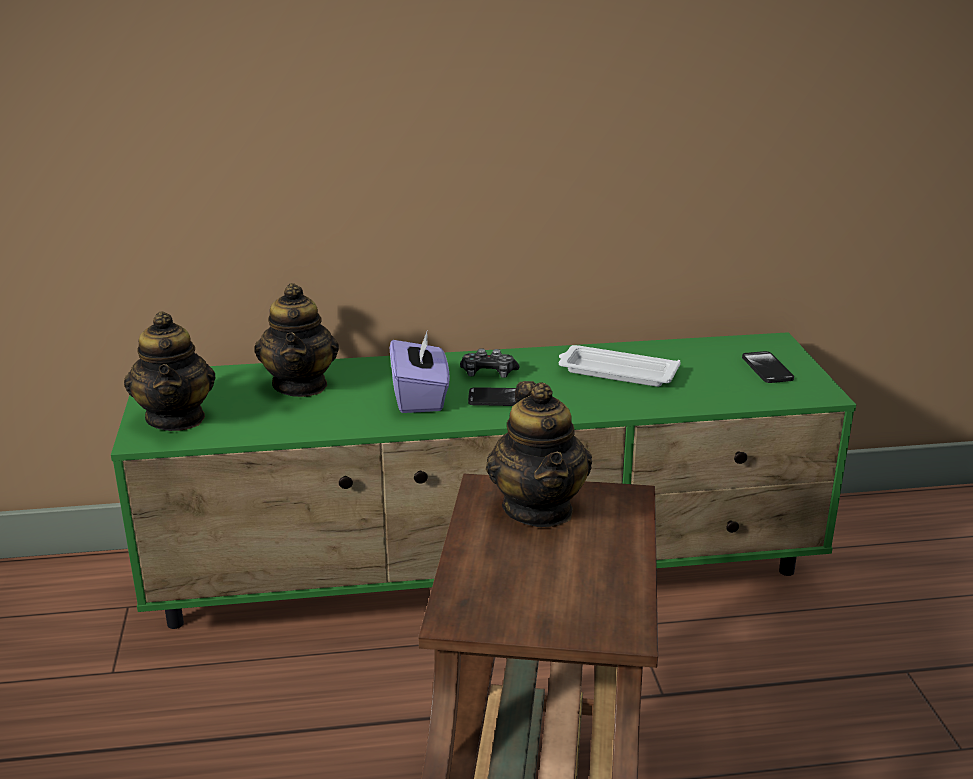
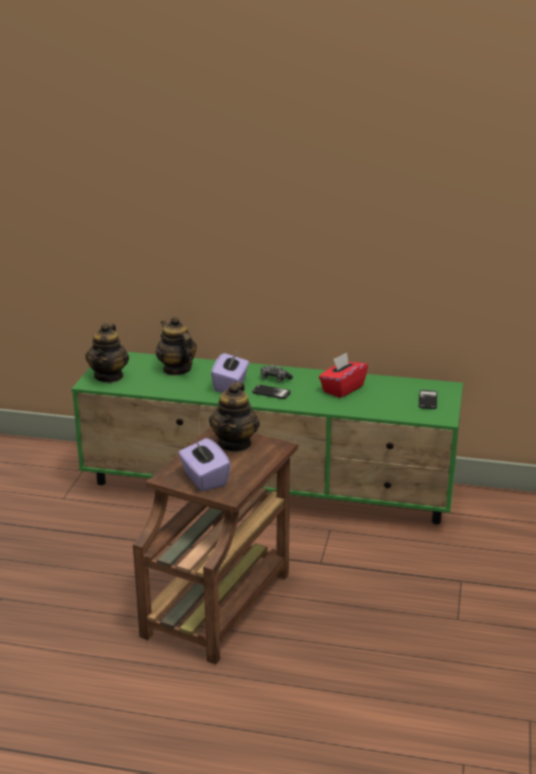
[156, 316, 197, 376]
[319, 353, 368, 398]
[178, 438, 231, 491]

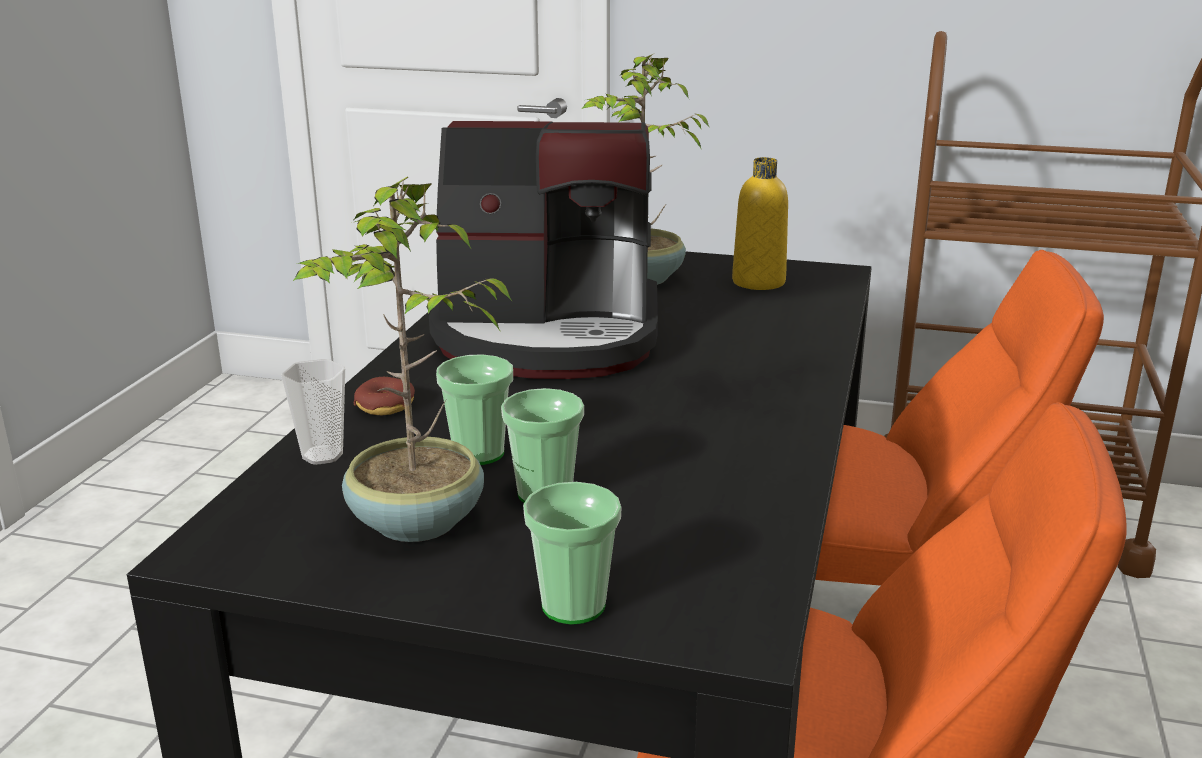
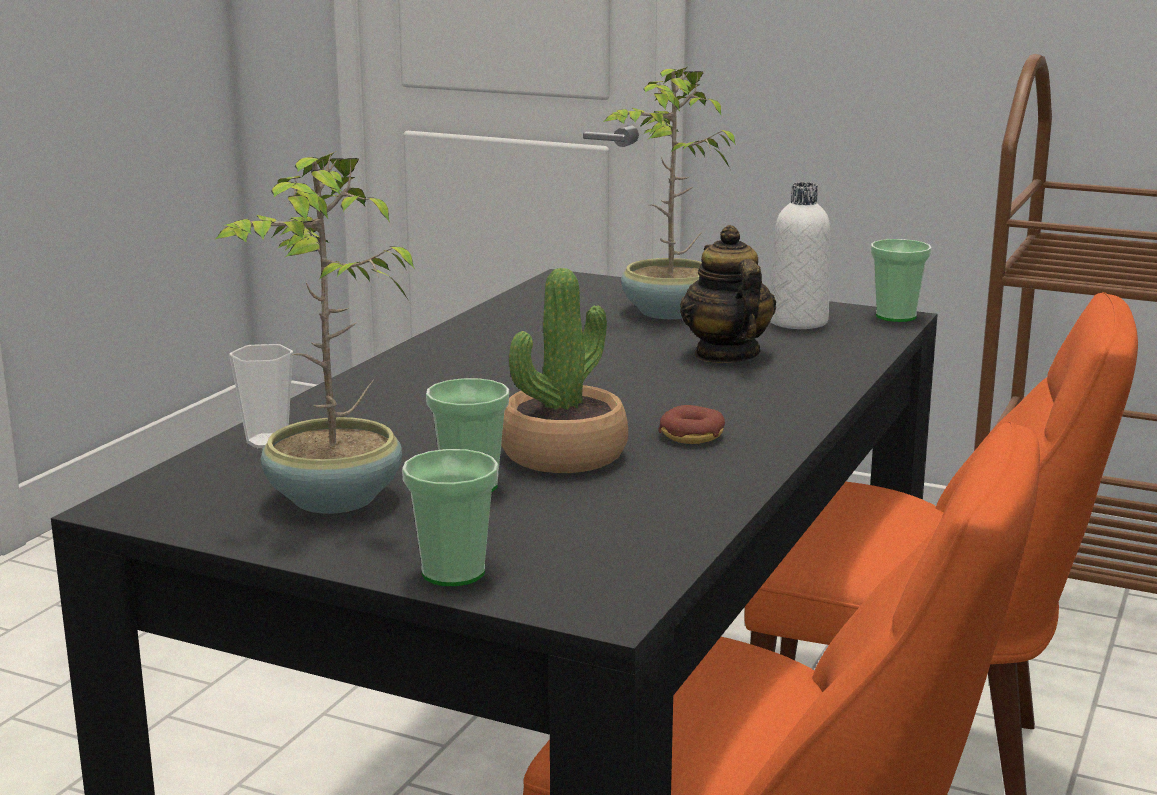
[658, 405, 725, 444]
[429, 121, 658, 379] (first image)
[871, 239, 932, 322]
[770, 182, 830, 329]
[501, 268, 628, 473]
[680, 225, 776, 363]

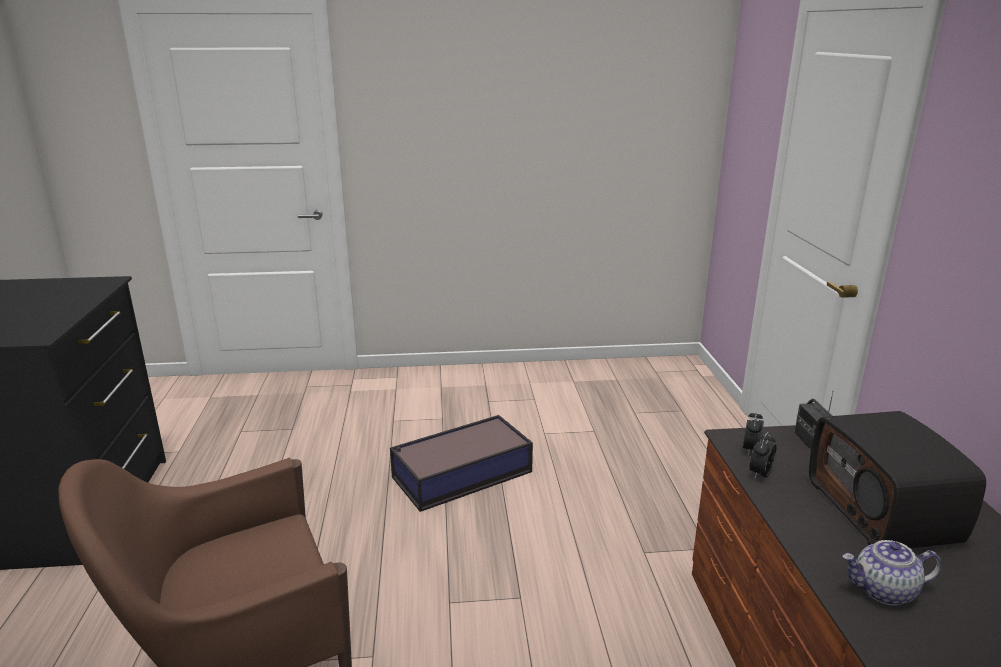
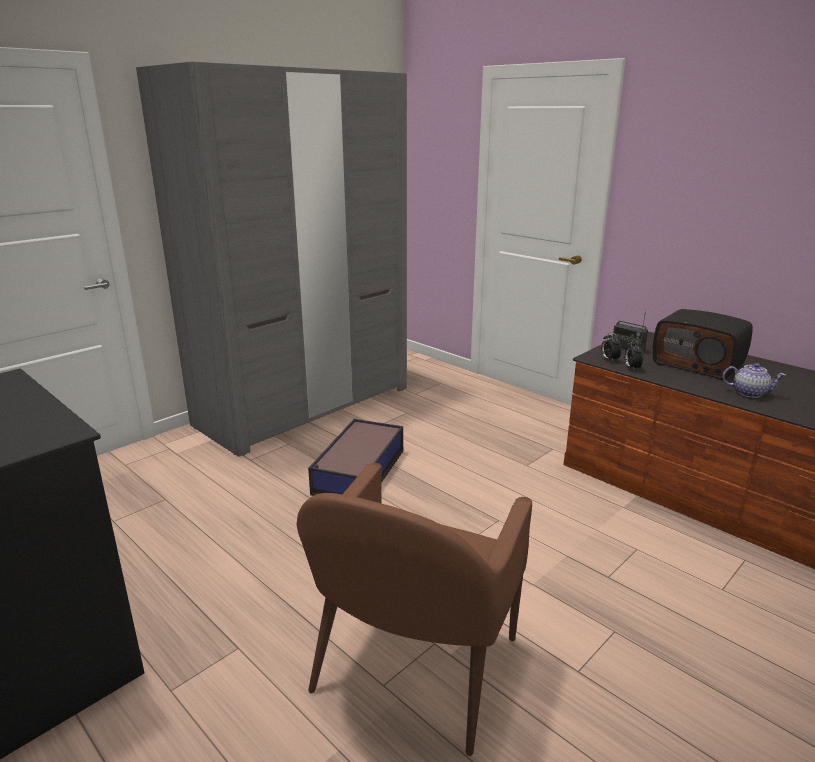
[722, 363, 786, 398]
[136, 61, 407, 457]

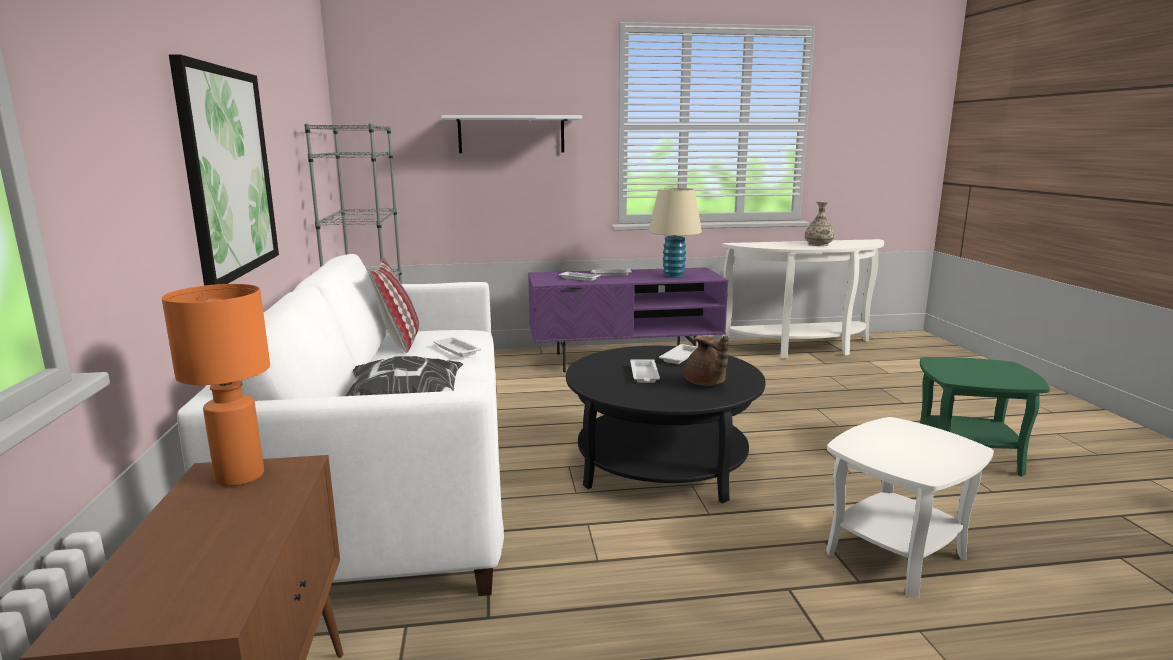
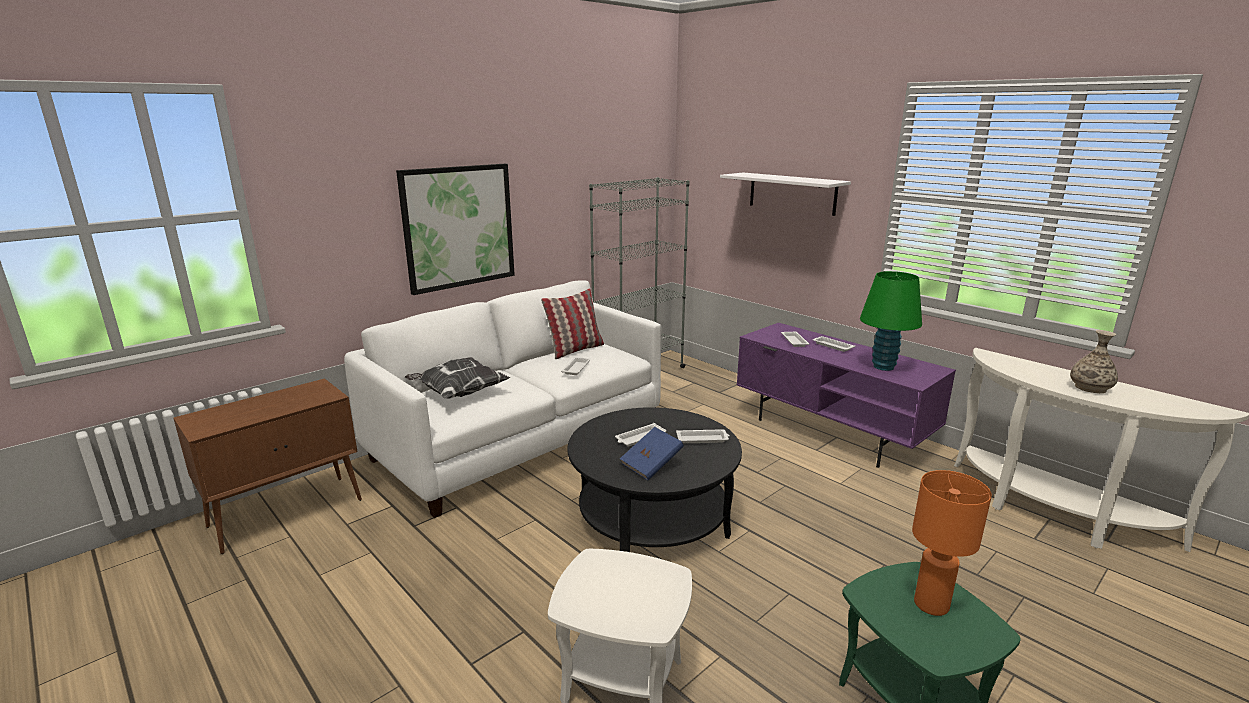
[912, 470, 992, 616]
[860, 271, 922, 371]
[620, 427, 684, 480]

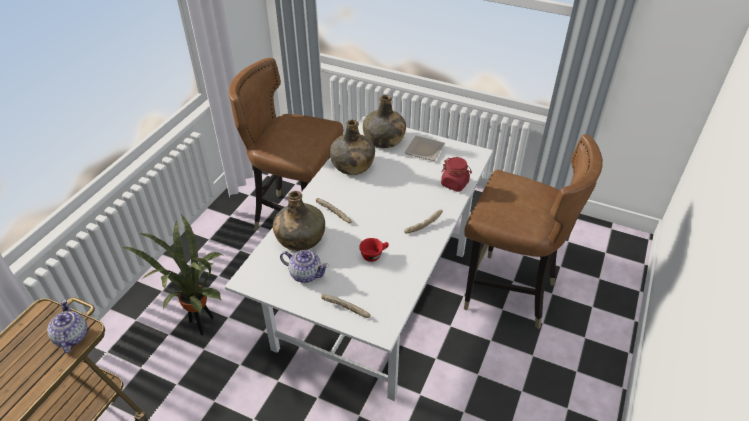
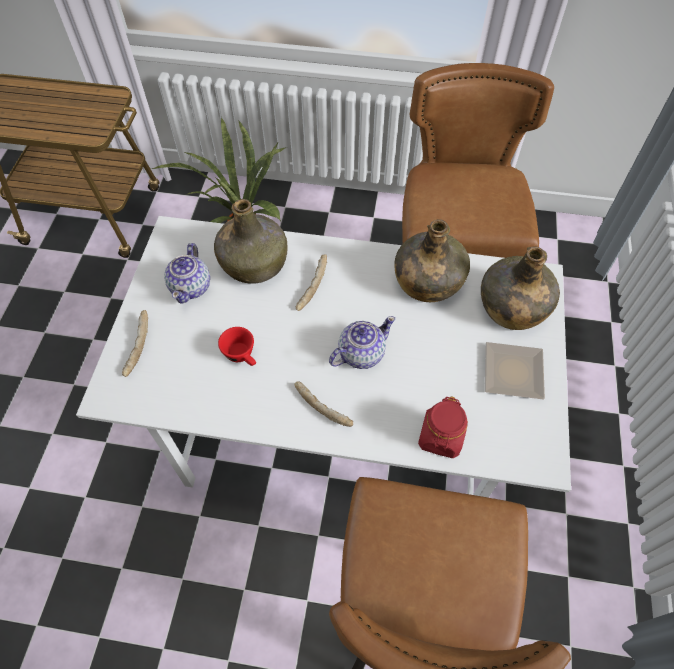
[329, 316, 395, 369]

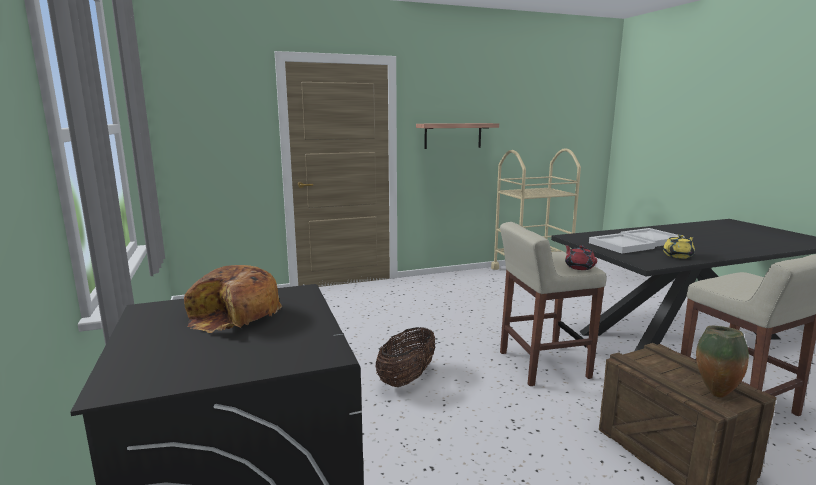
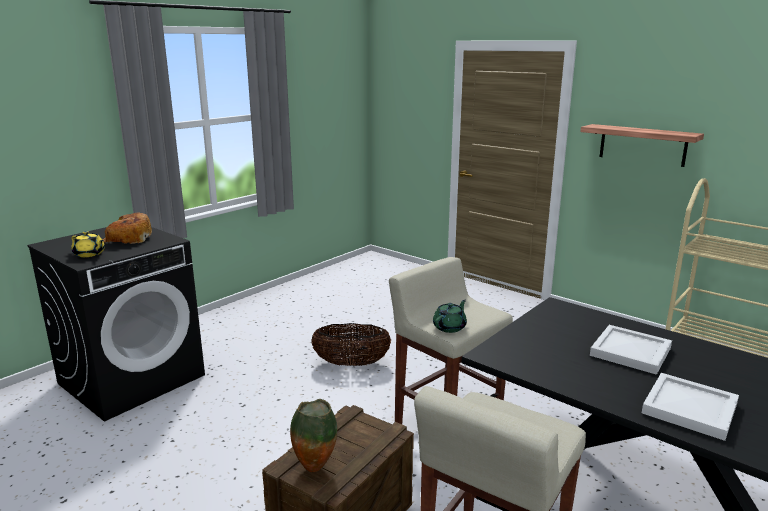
[433, 300, 467, 333]
[642, 373, 739, 441]
[71, 231, 105, 257]

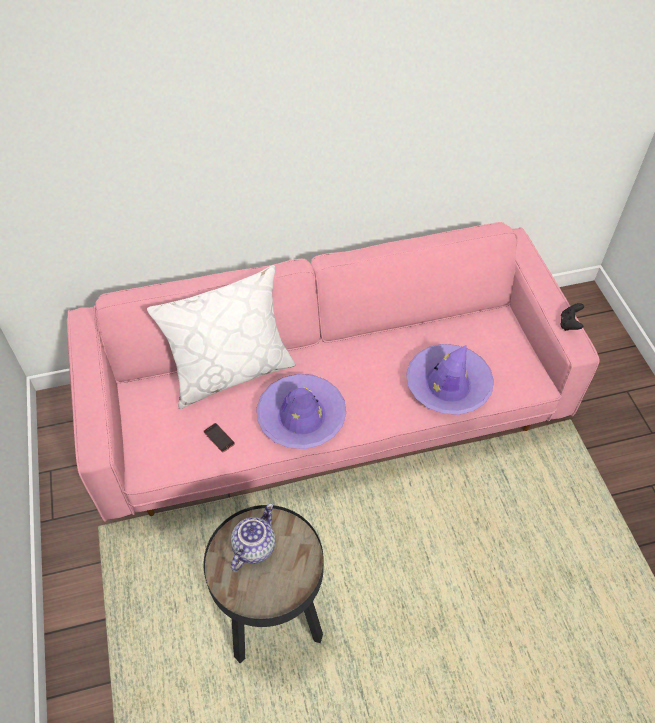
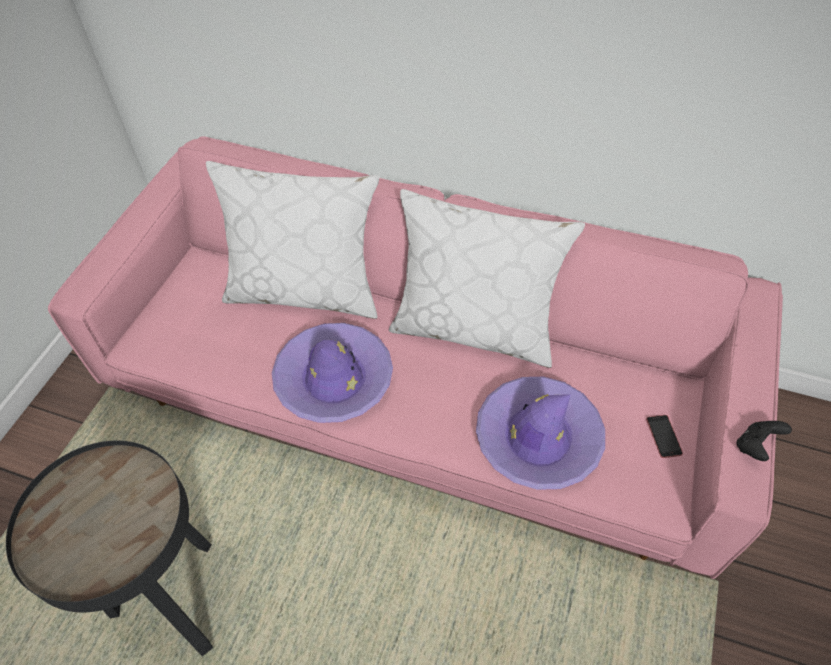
[646, 415, 683, 458]
[231, 503, 276, 571] (first image)
[389, 189, 585, 368]

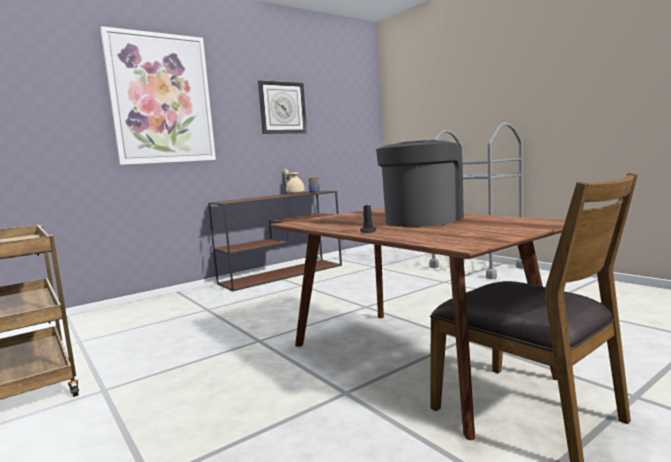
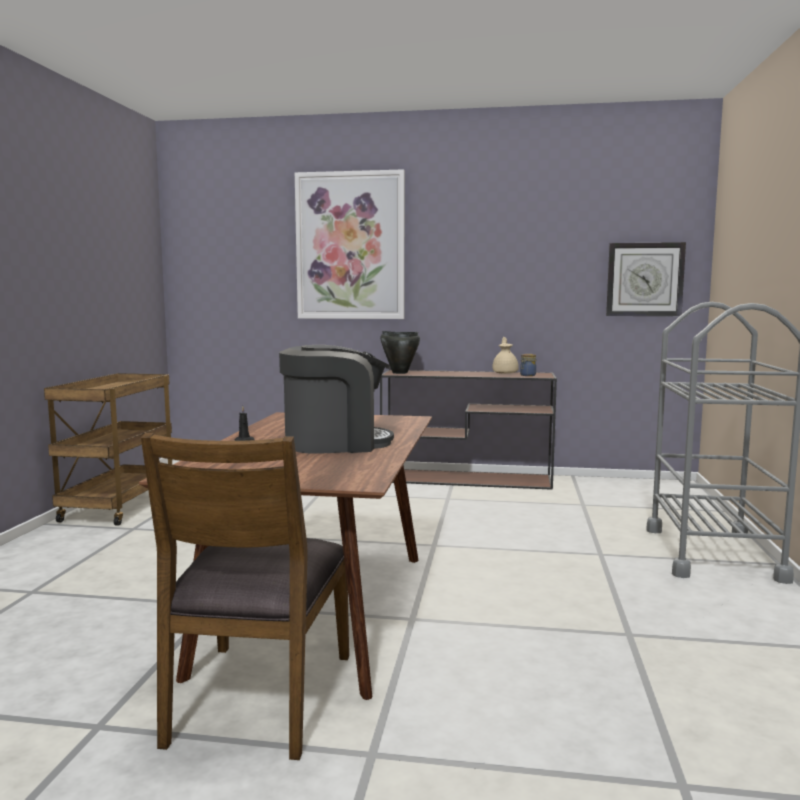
[606, 242, 686, 316]
[380, 331, 420, 374]

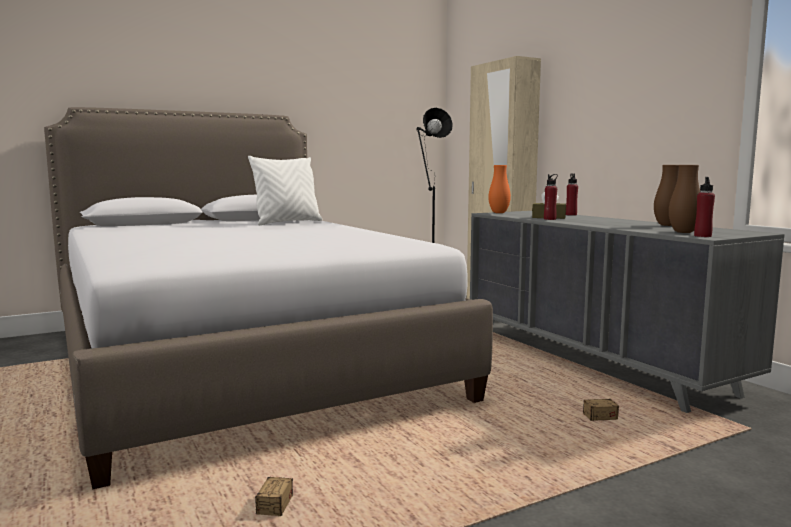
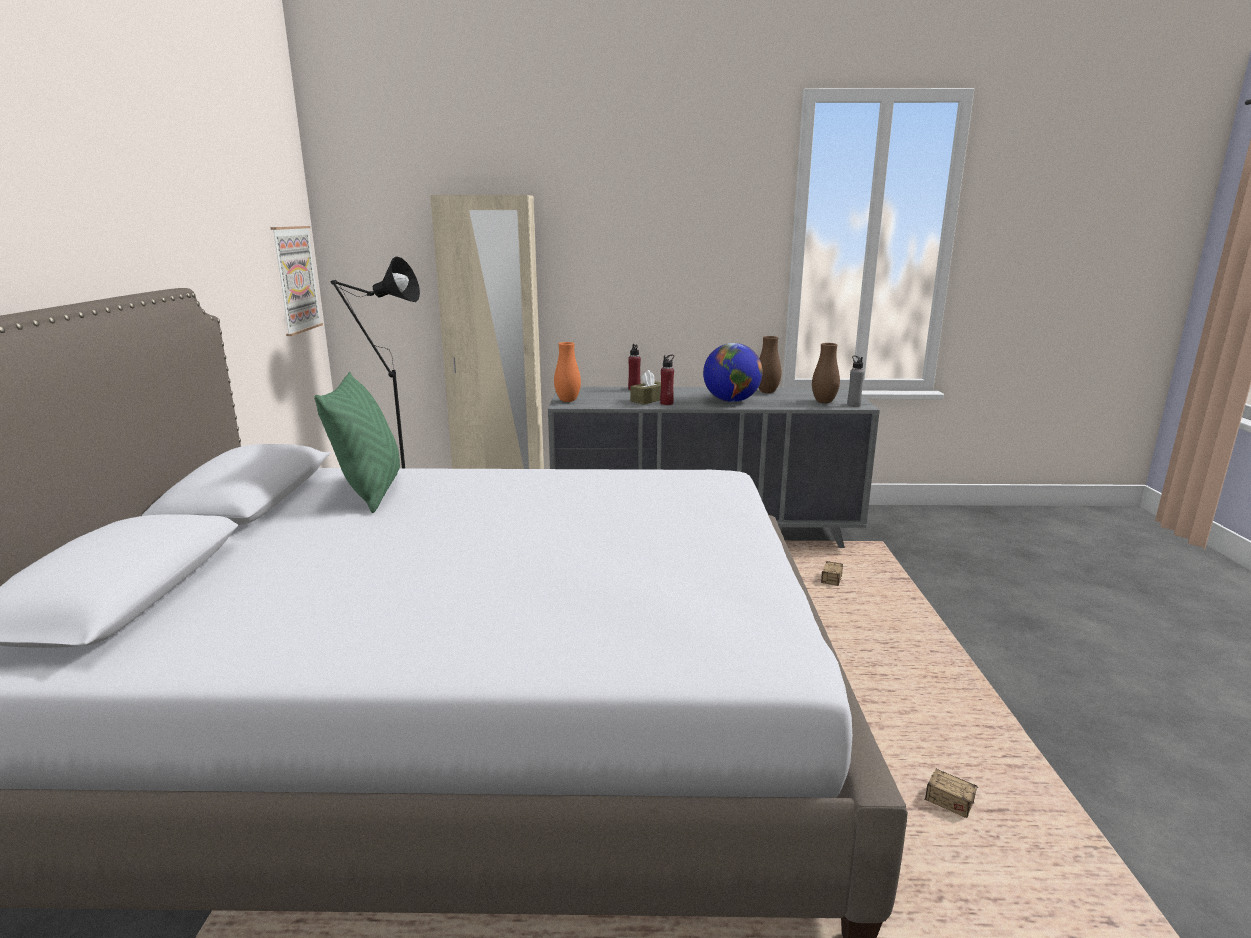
[314, 372, 400, 513]
[847, 355, 864, 407]
[270, 226, 323, 336]
[703, 343, 763, 402]

